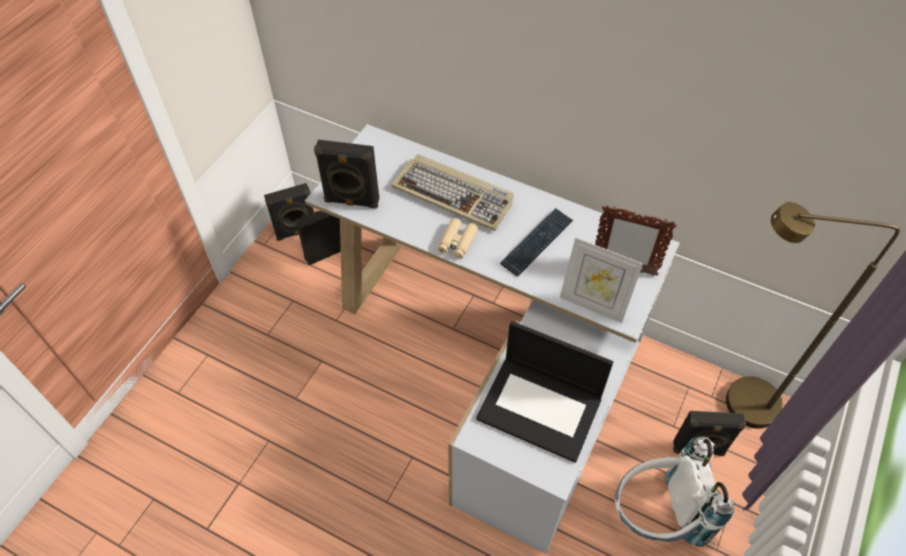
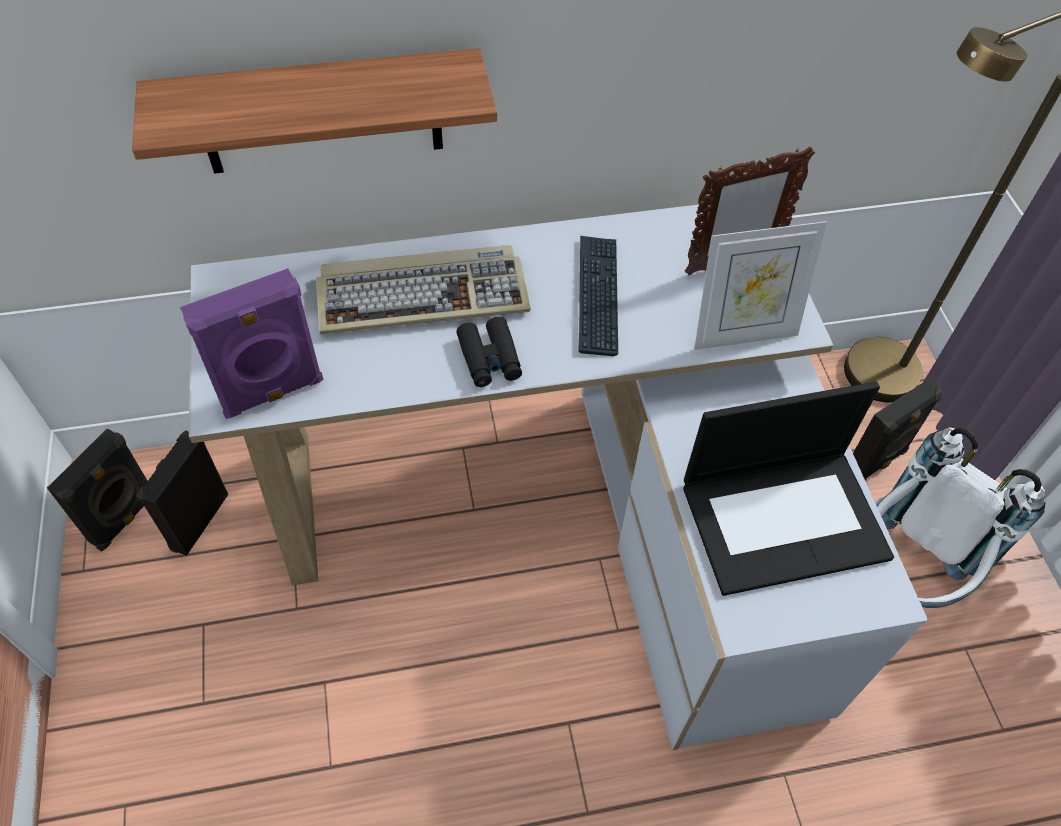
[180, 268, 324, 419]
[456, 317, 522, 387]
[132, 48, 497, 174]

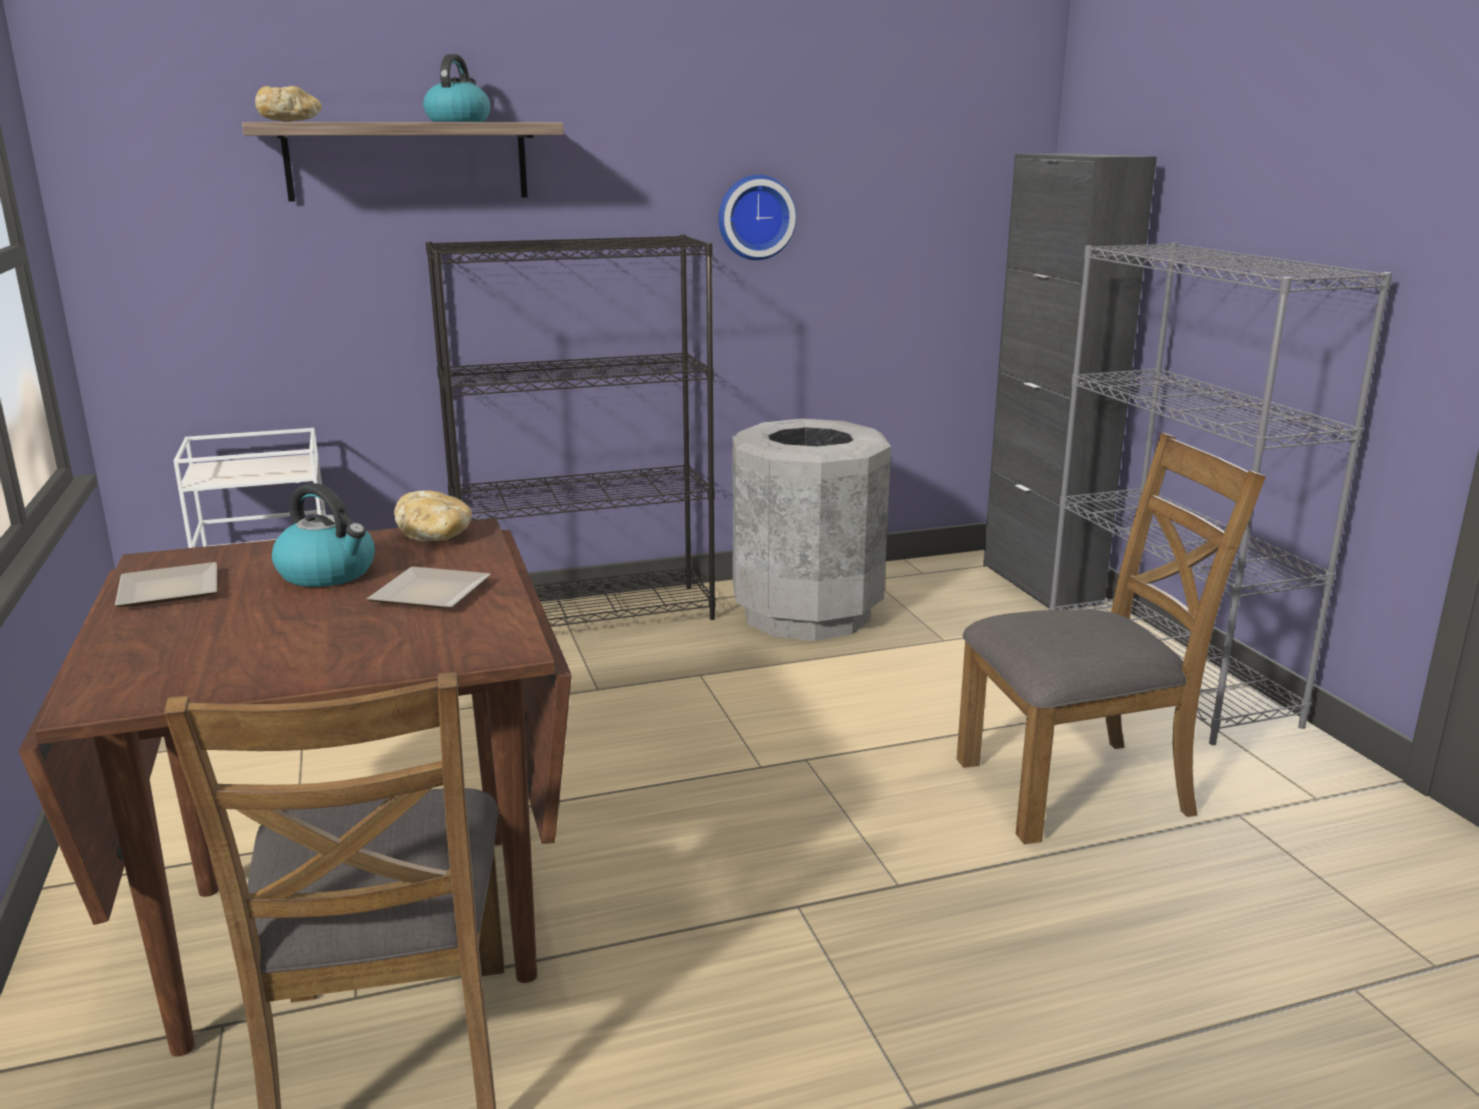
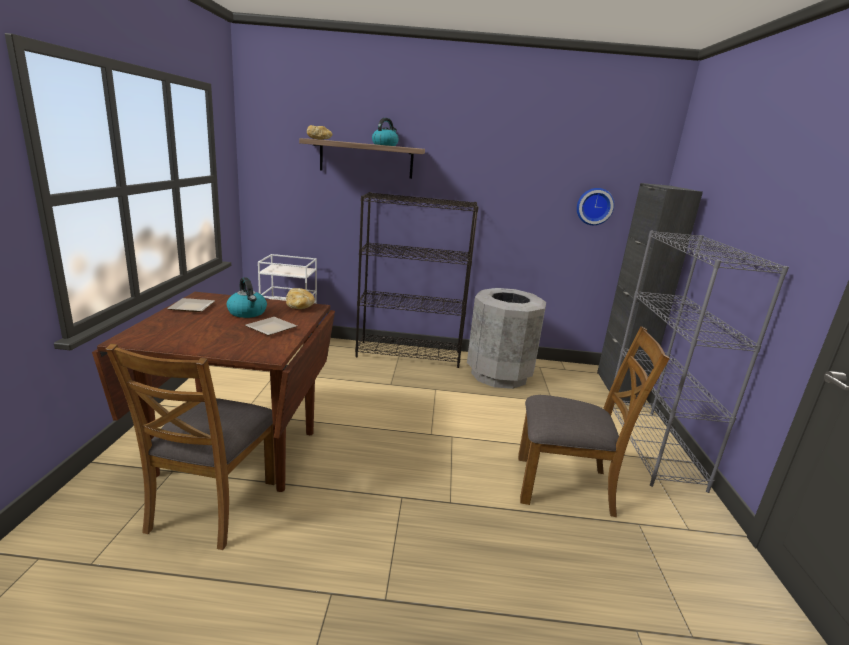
[577, 188, 614, 225]

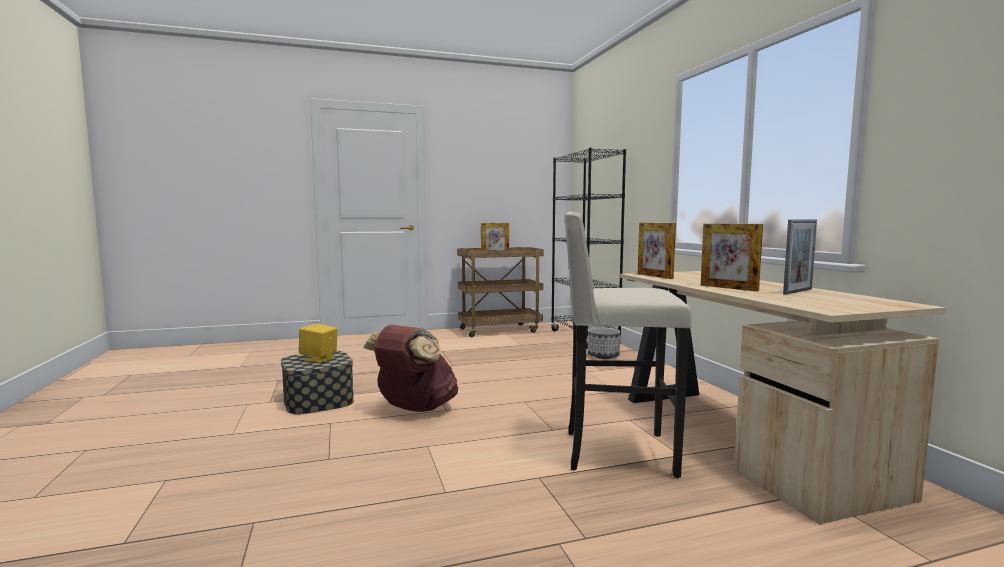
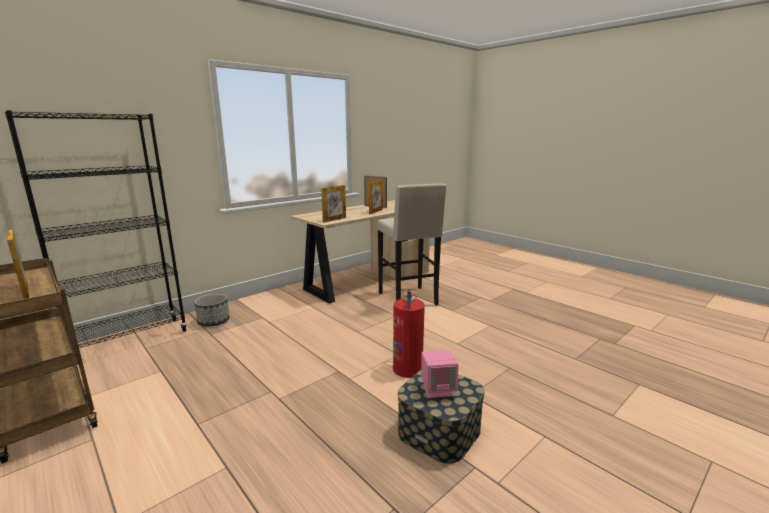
[421, 350, 459, 398]
[393, 289, 425, 378]

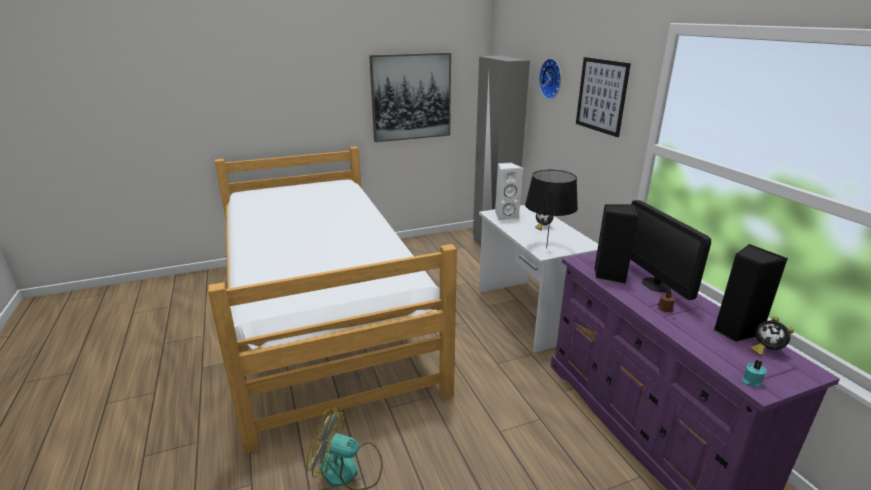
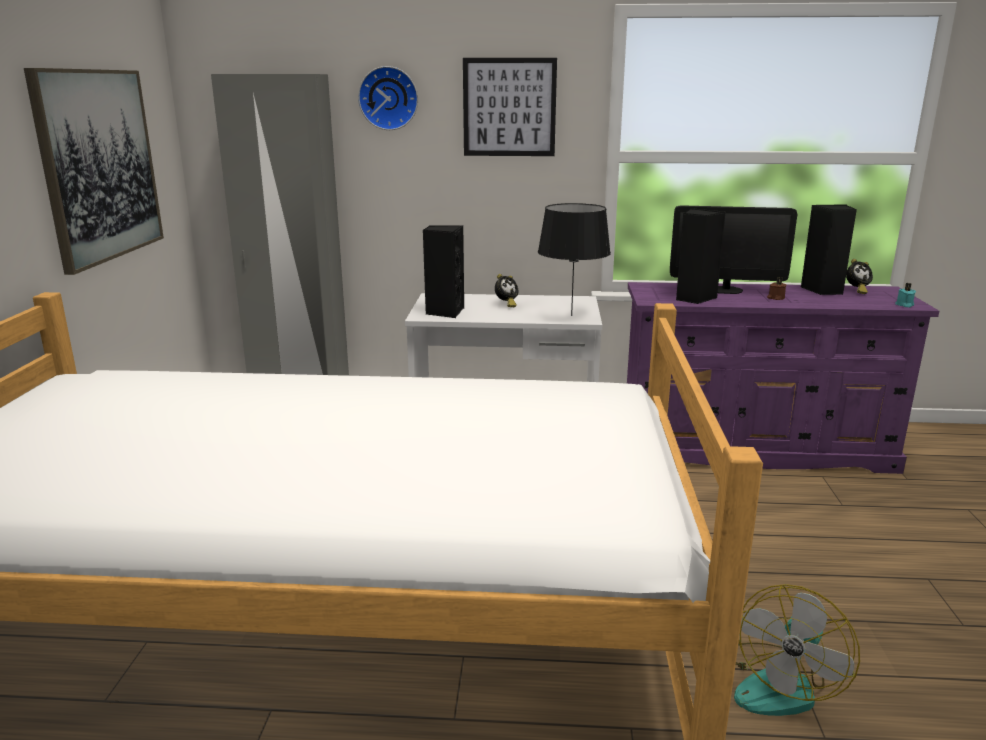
[423, 225, 464, 318]

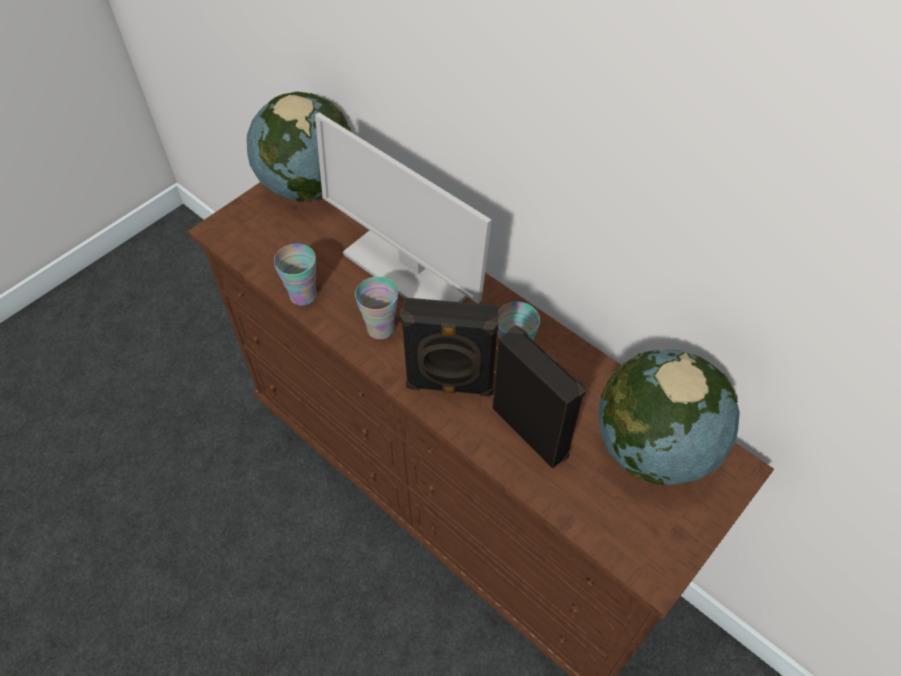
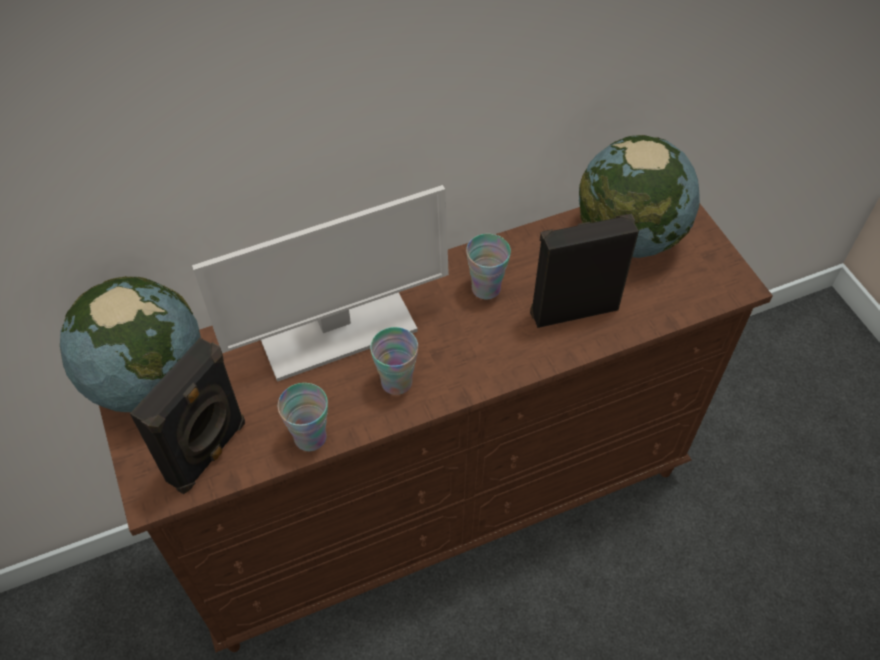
[130, 338, 245, 494]

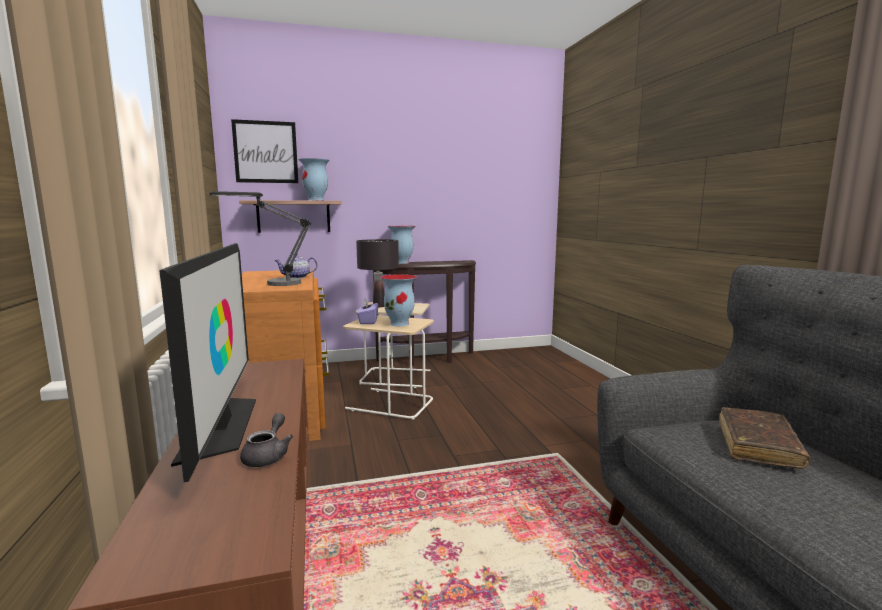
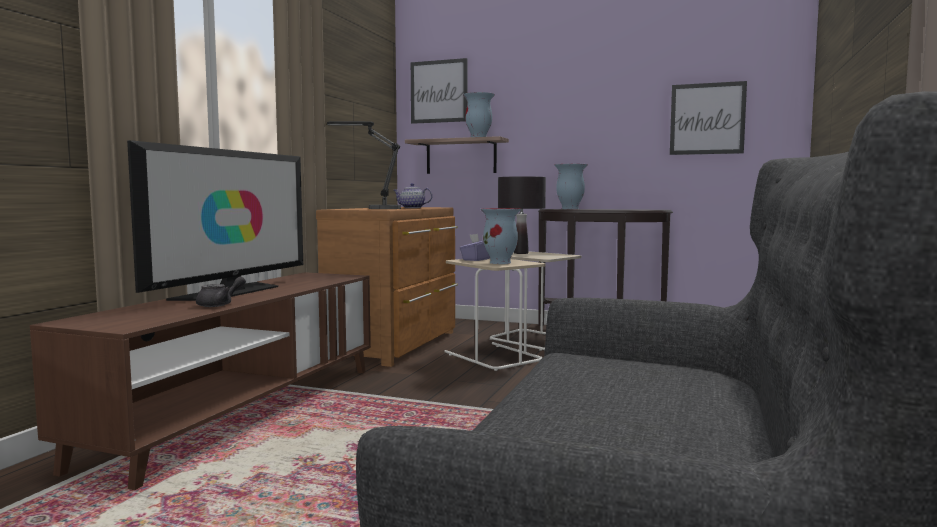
[719, 407, 810, 469] (first image)
[670, 81, 747, 155]

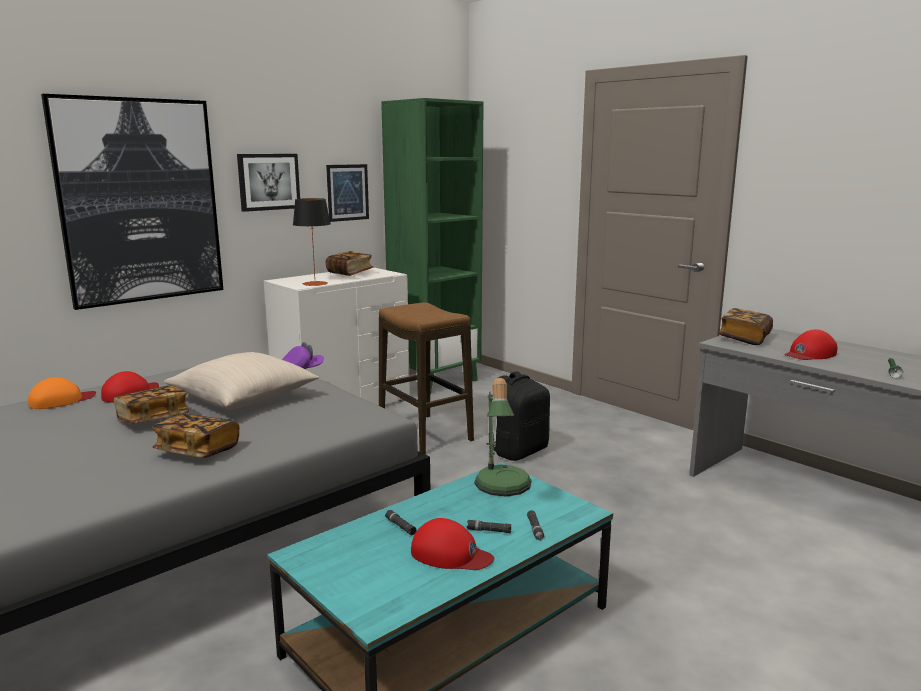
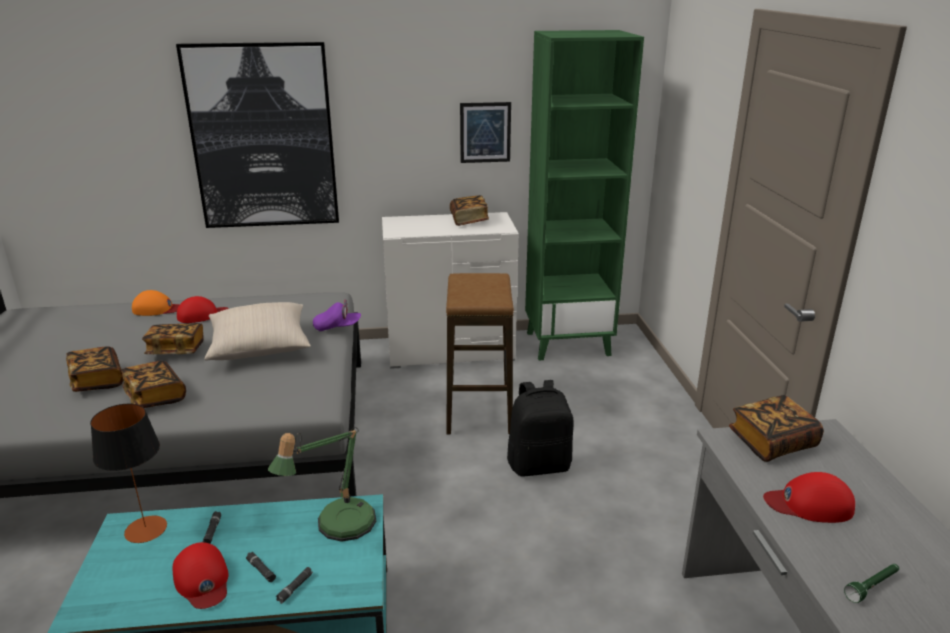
[237, 154, 300, 212] (first image)
[90, 404, 167, 543]
[66, 346, 123, 392]

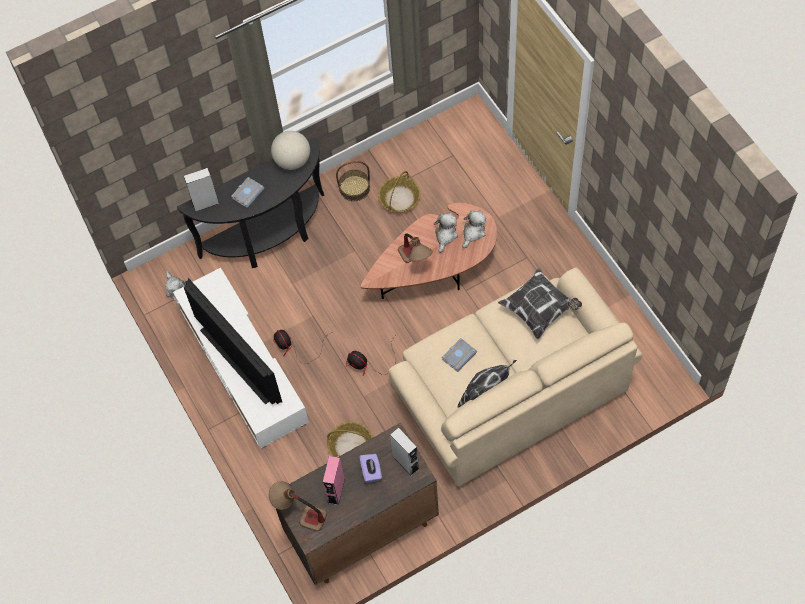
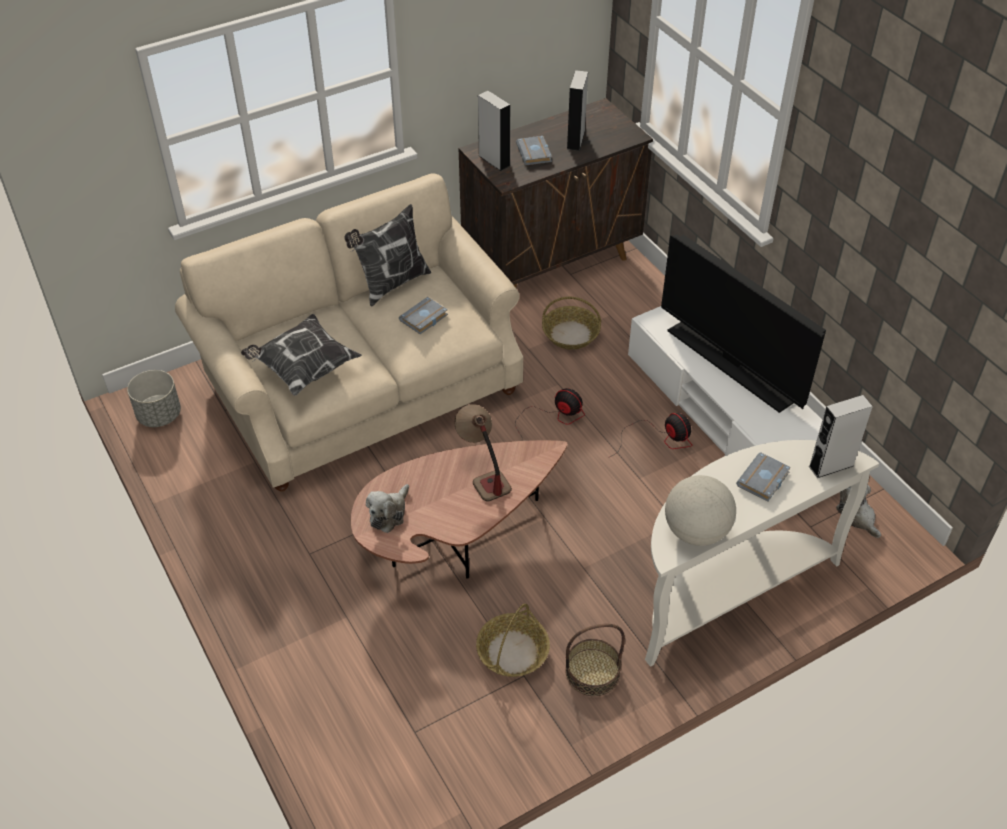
[645, 440, 879, 667]
[269, 481, 327, 531] (first image)
[567, 70, 588, 151]
[516, 136, 552, 165]
[434, 213, 458, 253] (first image)
[127, 370, 181, 427]

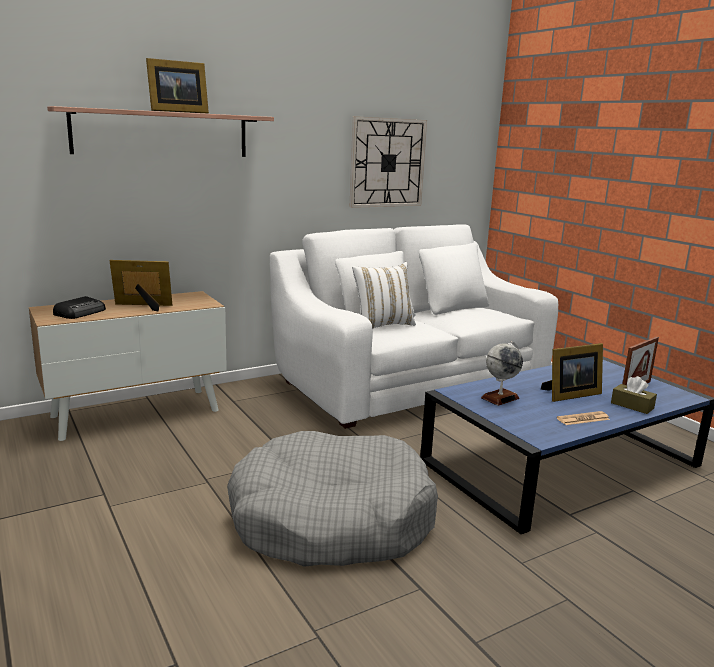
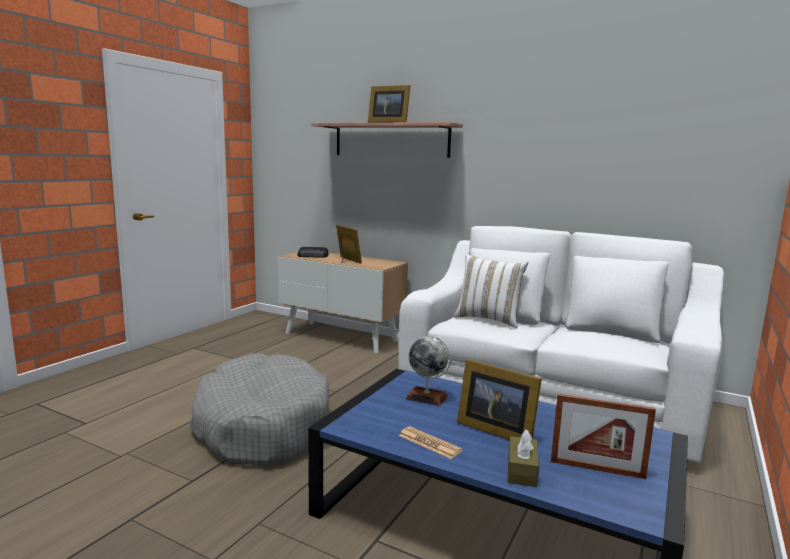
[349, 116, 427, 208] (first image)

